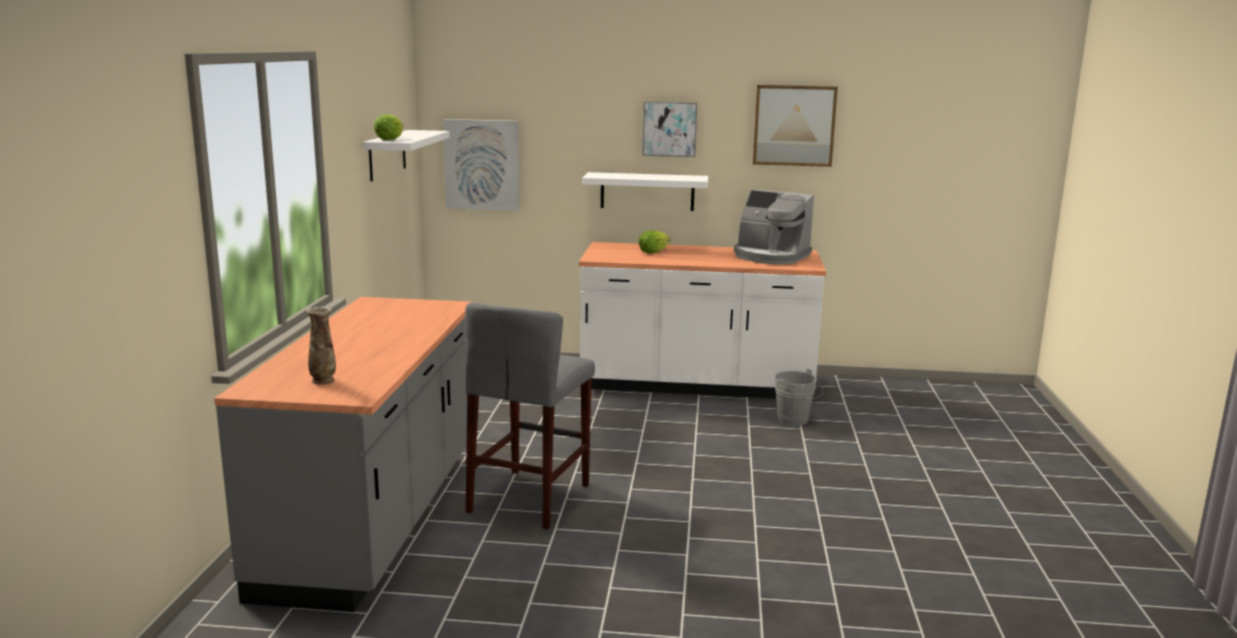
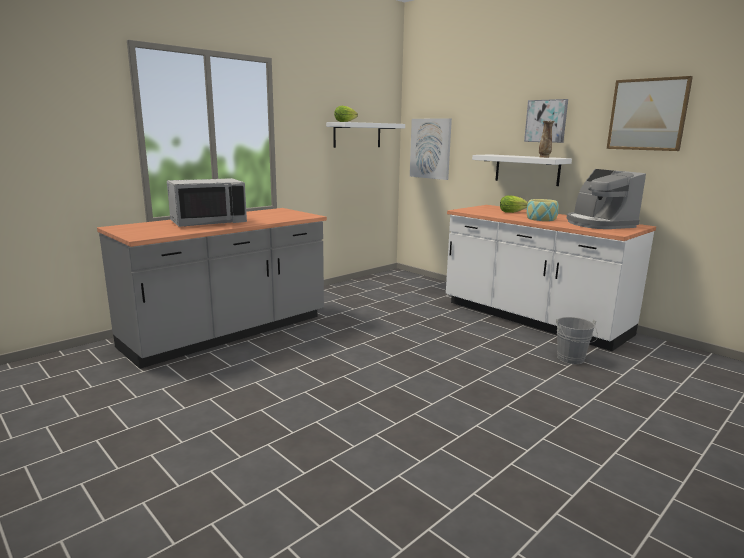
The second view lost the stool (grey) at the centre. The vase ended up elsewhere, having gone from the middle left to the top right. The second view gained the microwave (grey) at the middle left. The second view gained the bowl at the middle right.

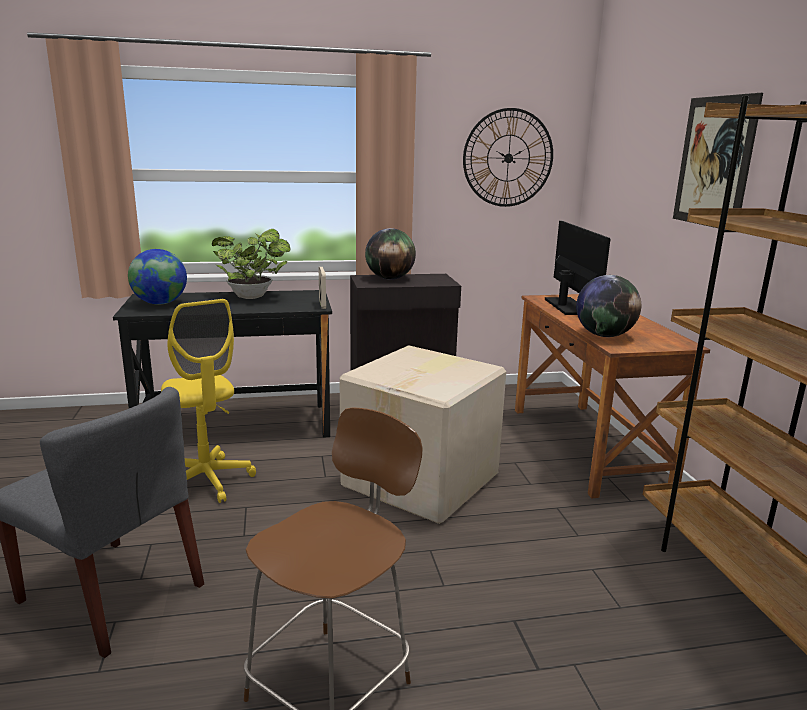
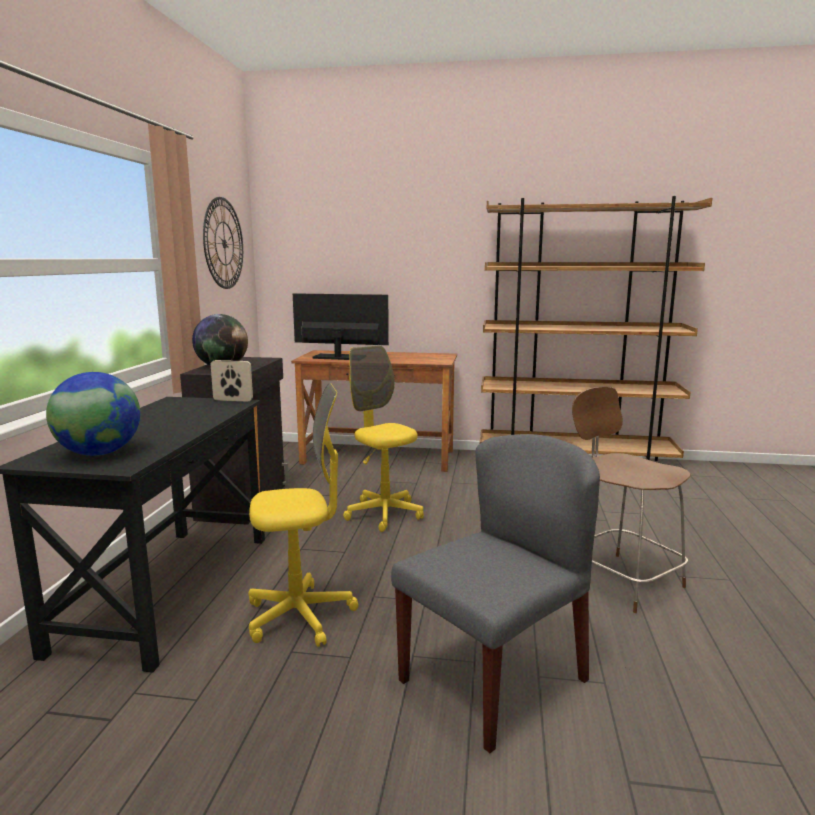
The second view lost the picture at the top right. The second view lost the potted plant at the middle left. The second view lost the globe (no. 3 from left) at the middle right. Where the cardboard box stood at the centre, the office chair (yellow) (no. 2 from left) came to stand at the centre.

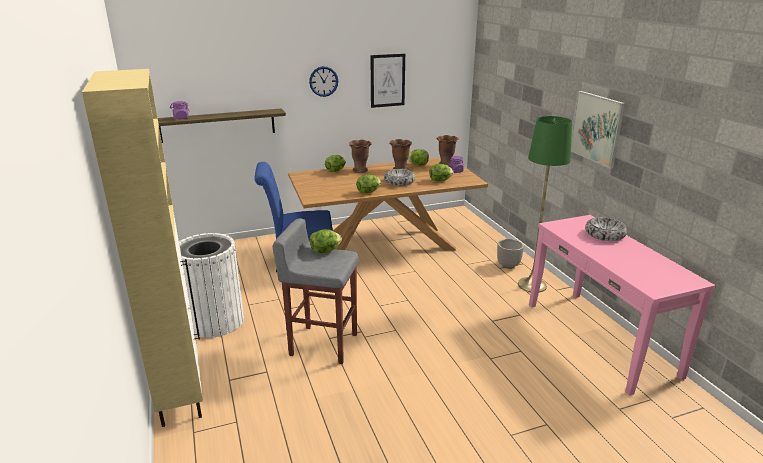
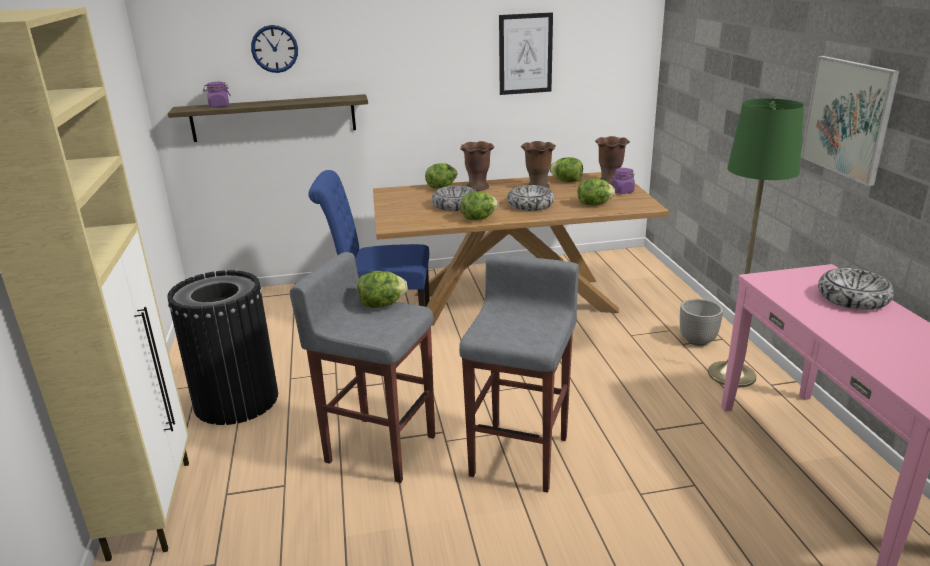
The wall clock ended up elsewhere, having gone from the top centre to the top left. What was the trash can (white) at the middle left turned into the trash can (black) at the middle left. The second view gained the bowl (no. 1 from left) at the centre. The second view gained the stool (grey) (no. 2 from left) at the centre.

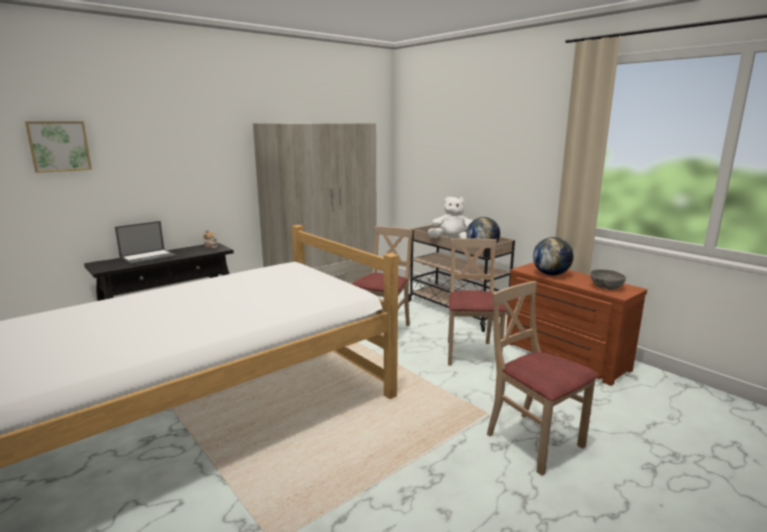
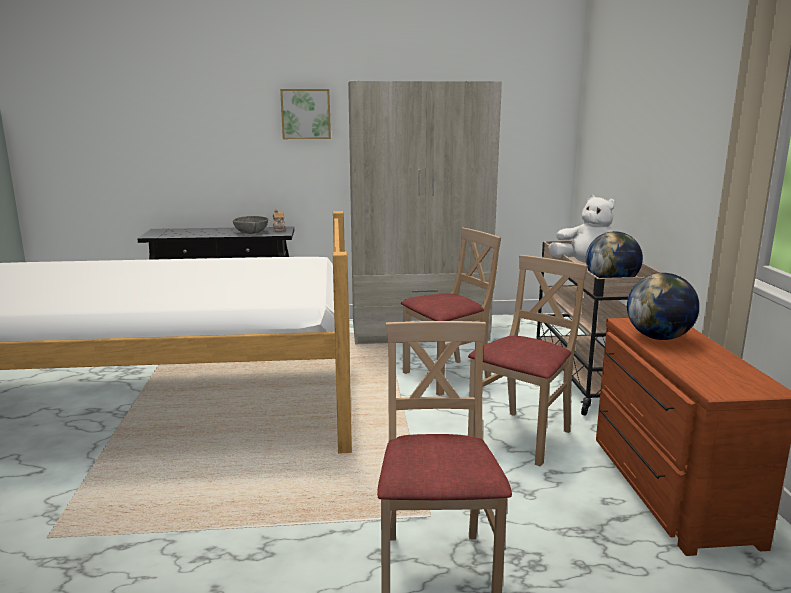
The picture ended up elsewhere, having gone from the top left to the top centre. The second view lost the laptop at the middle left. The bowl (grey) ended up elsewhere, having gone from the middle right to the middle left.

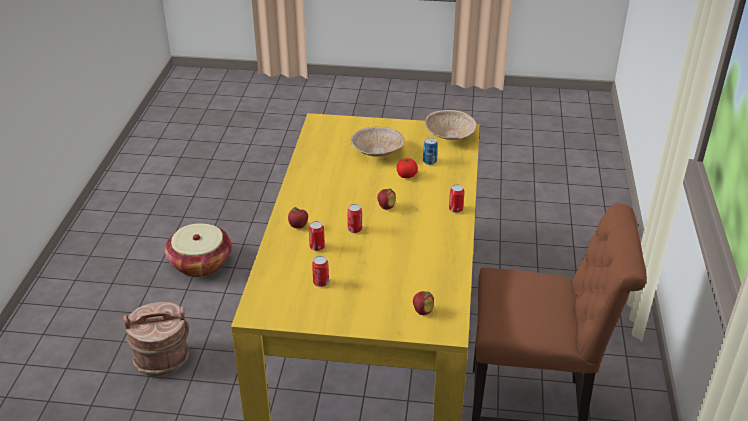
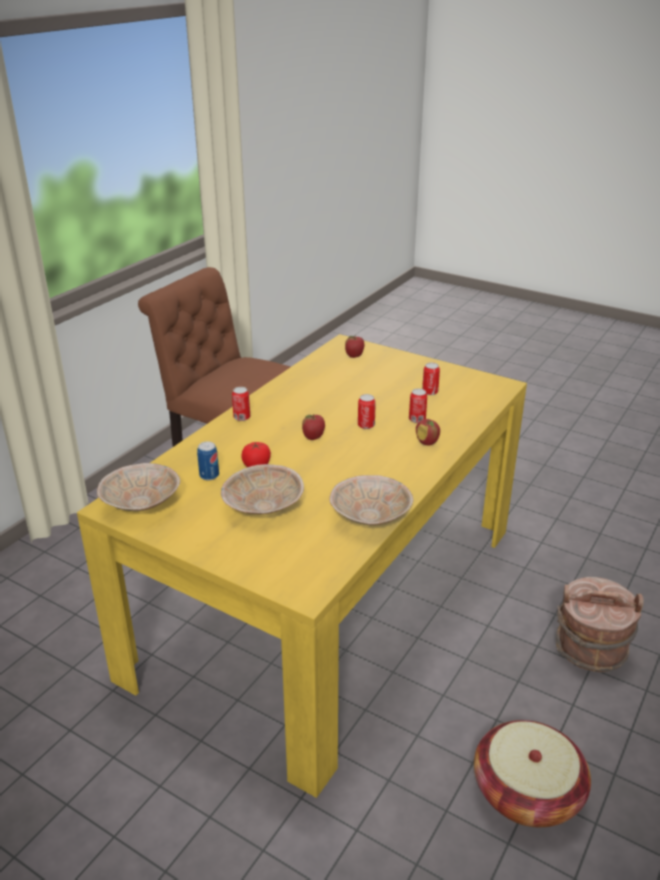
The second view gained the bowl (beige) (no. 3 from left) at the centre.

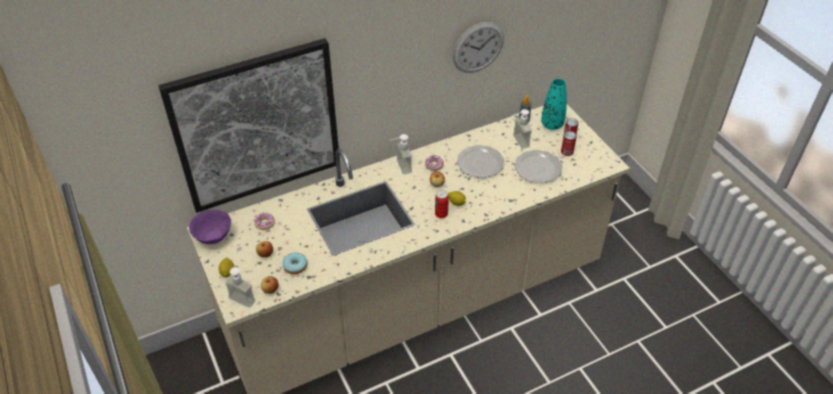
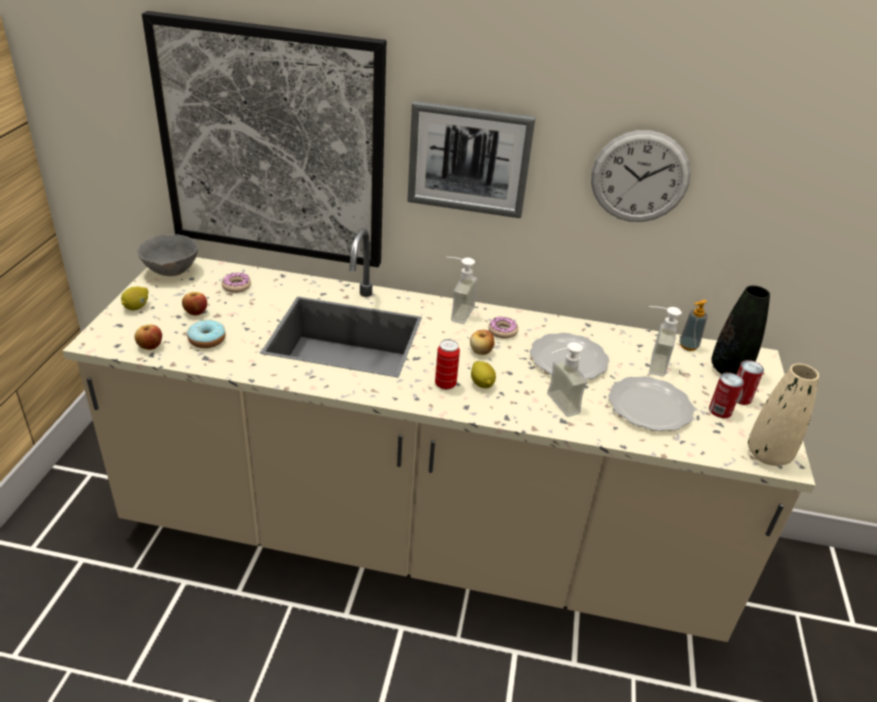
What was the vase (turquoise) at the top centre turned into the vase (black) at the middle right. What was the bowl (purple) at the middle left turned into the bowl (grey) at the middle left. The soap dispenser (no. 1 from left in the first image) ended up elsewhere, having gone from the bottom left to the centre. The second view gained the picture (no. 2 from left) at the top centre. The second view gained the vase (beige) at the middle right.

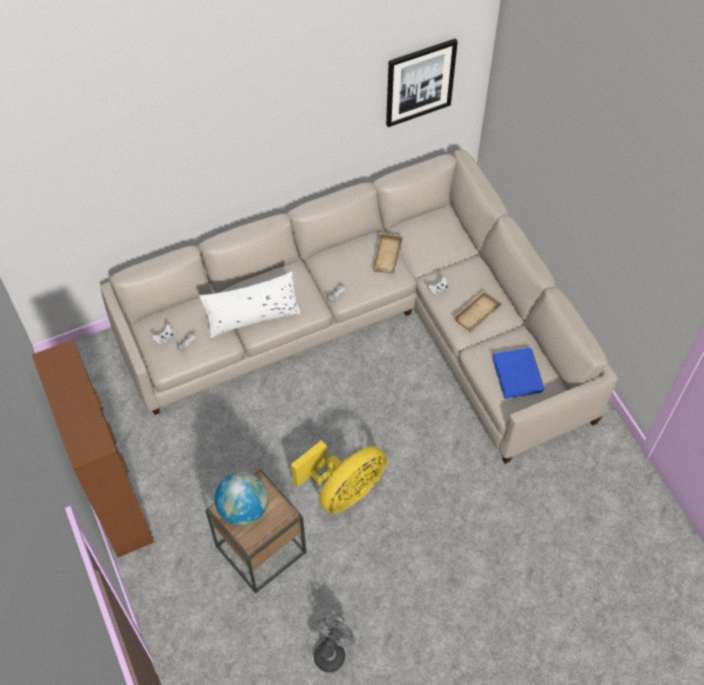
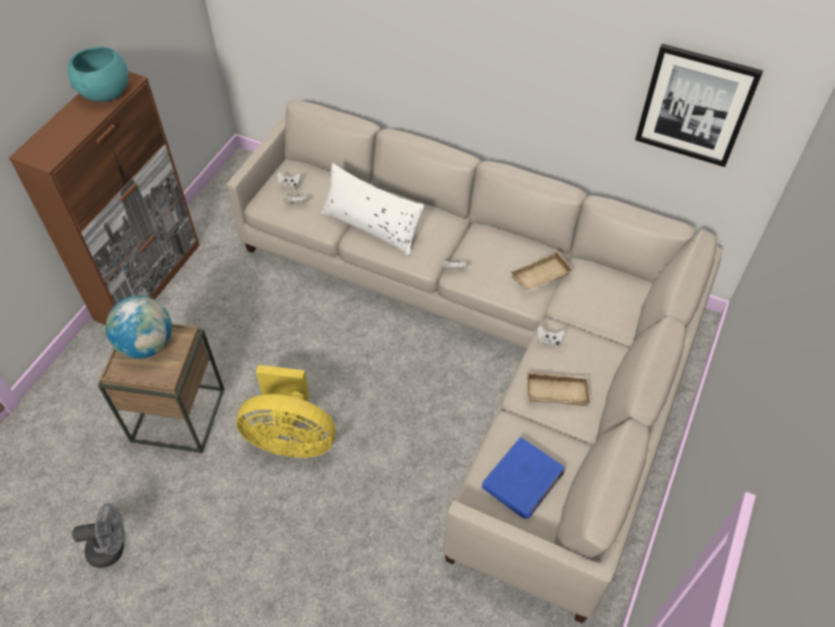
The second view gained the bowl (turquoise) at the top left.

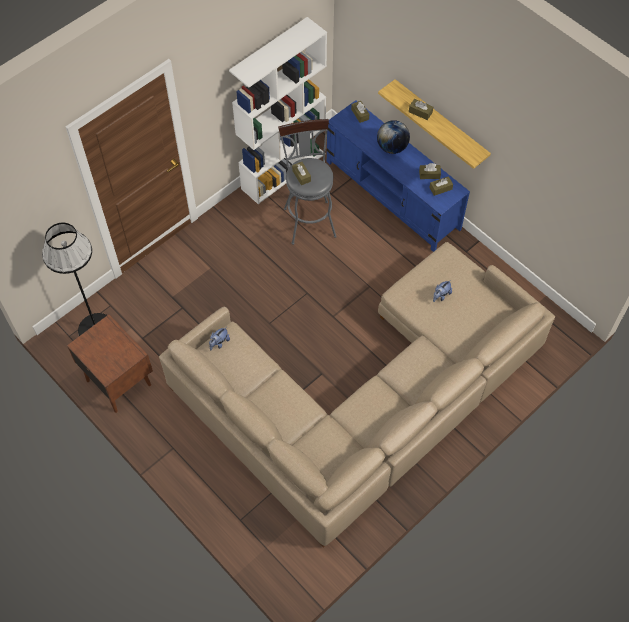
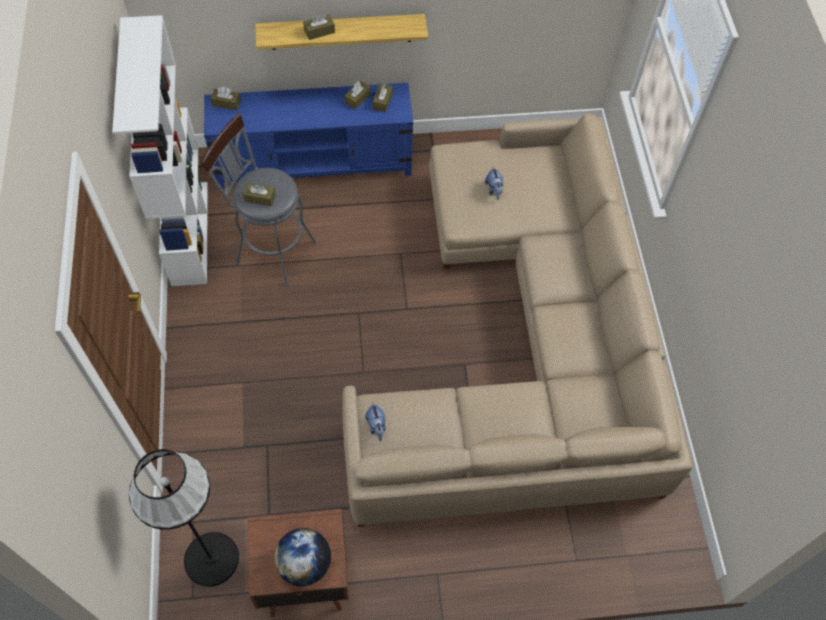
The globe ended up elsewhere, having gone from the top centre to the bottom centre.

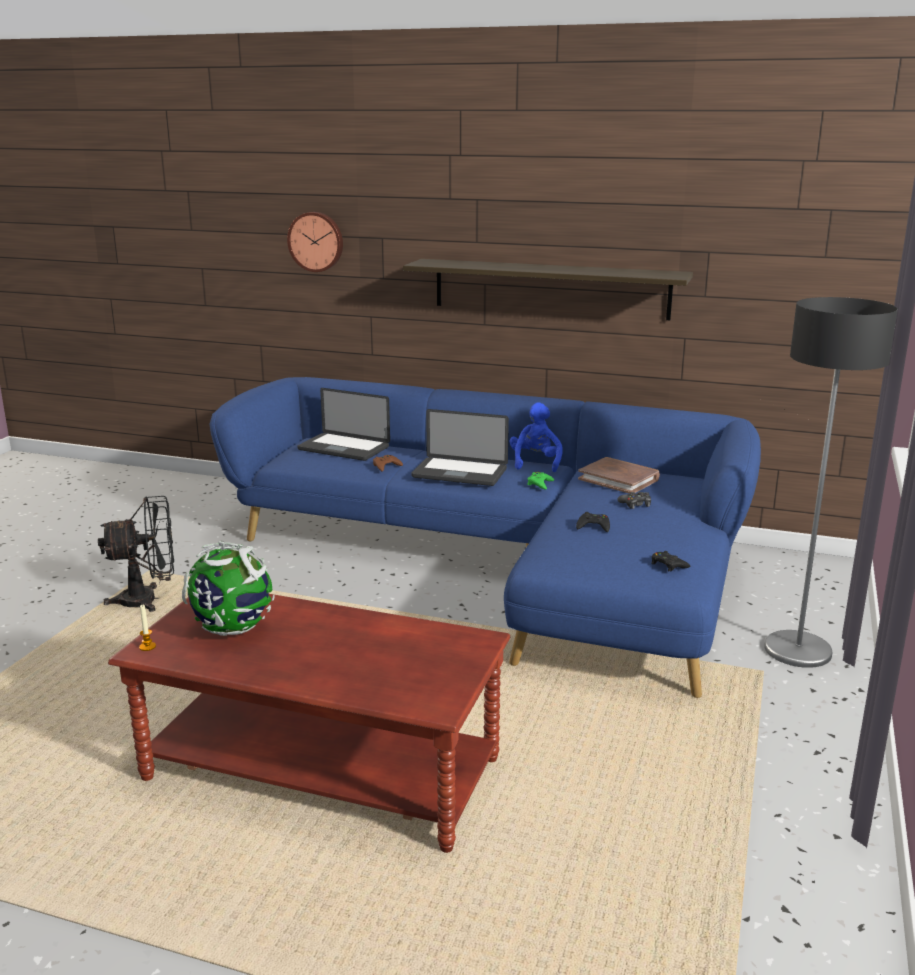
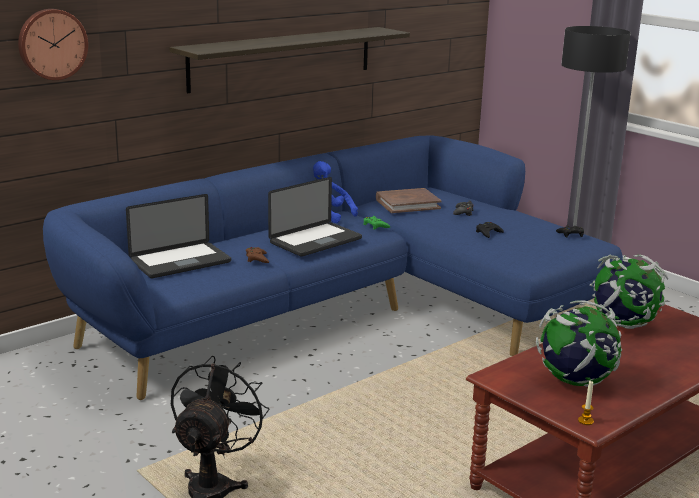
The second view gained the globe (no. 2 from left) at the middle right.

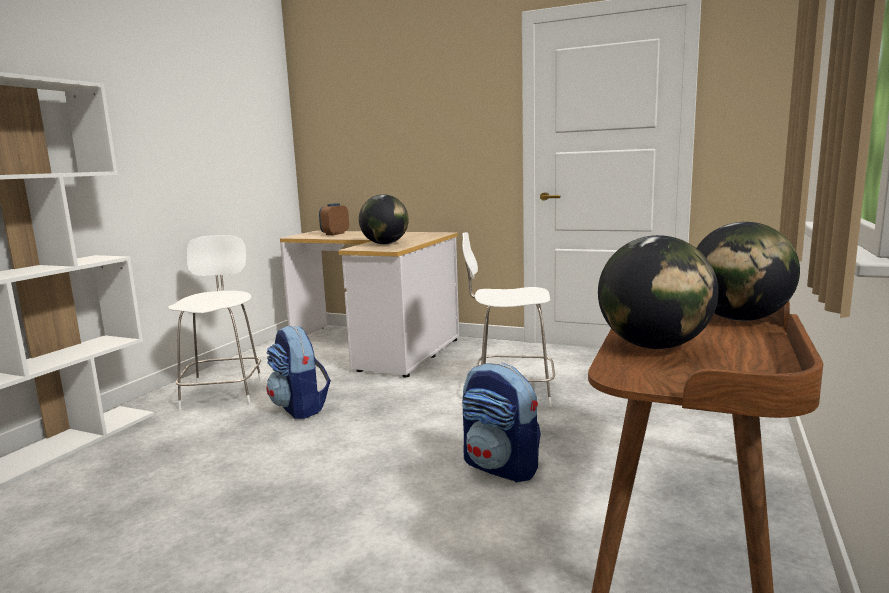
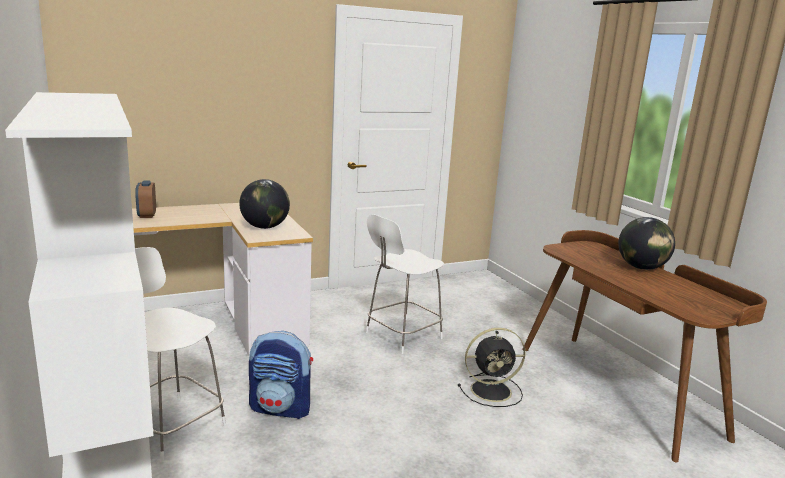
The second view lost the globe (no. 2 from left) at the middle right. Where the backpack (no. 2 from left) stood at the bottom centre, the fan (black) came to stand at the bottom centre.

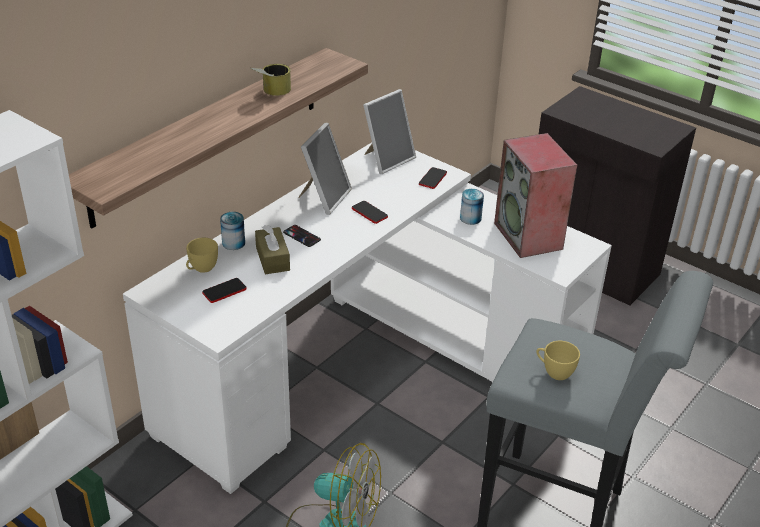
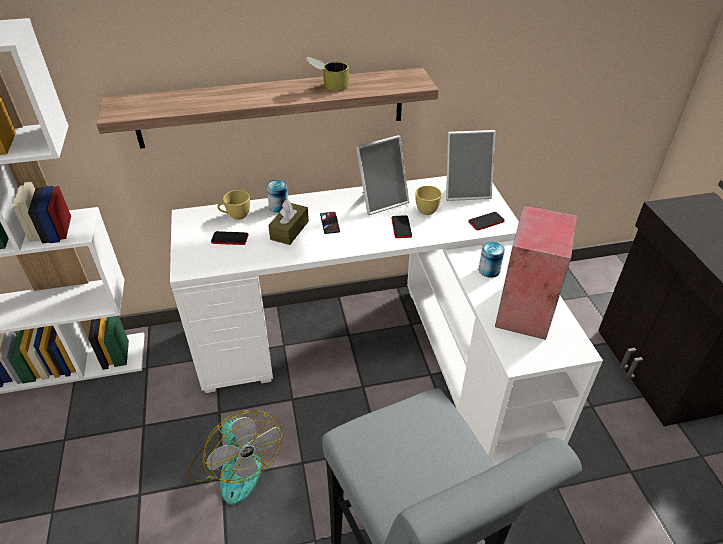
The cup (yellow) (no. 2 from left) ended up elsewhere, having gone from the bottom right to the centre.

